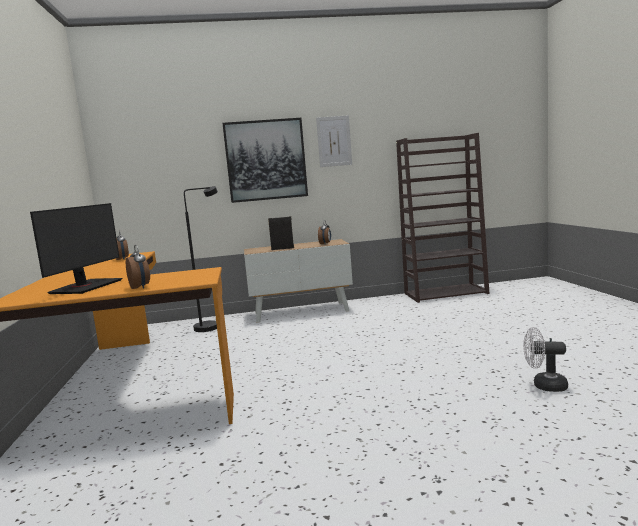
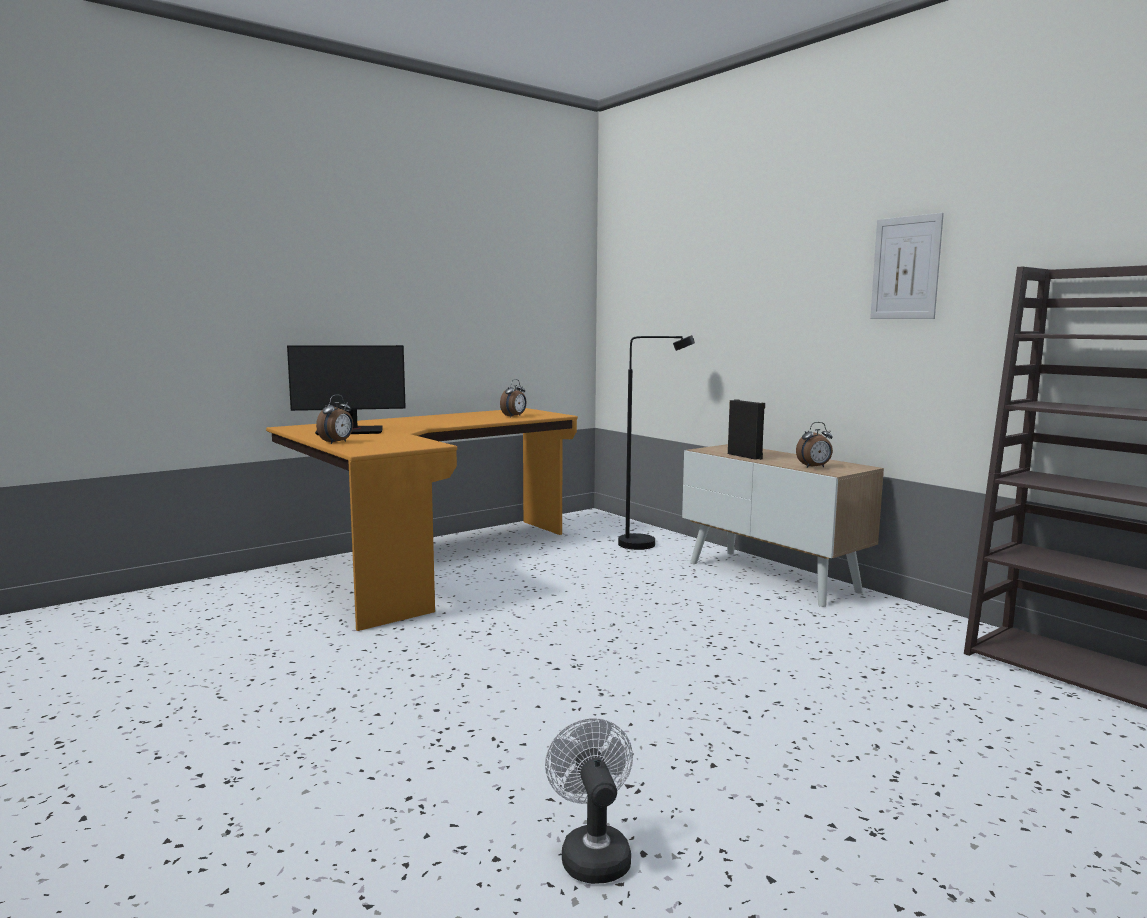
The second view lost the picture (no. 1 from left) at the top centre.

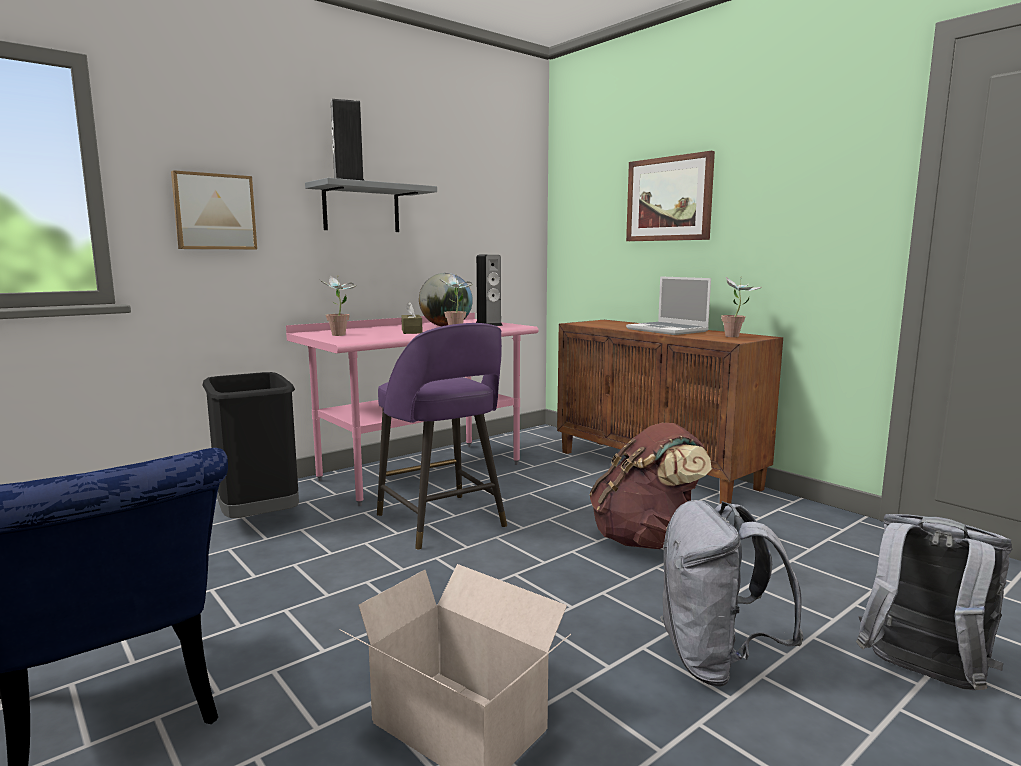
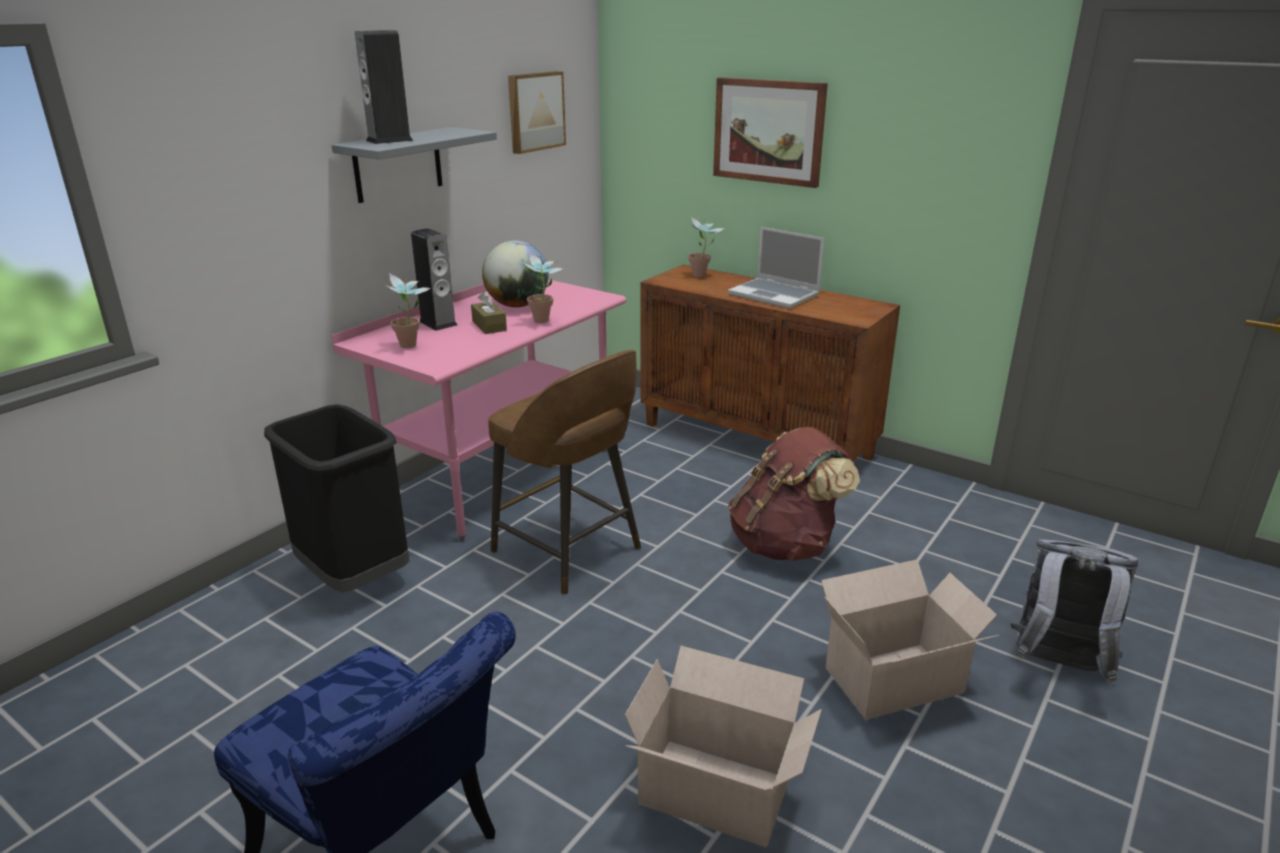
The picture (no. 1 from left) ended up elsewhere, having gone from the top left to the top centre. The speaker (no. 2 from left) ended up elsewhere, having gone from the centre to the top centre. The potted plant (no. 3 from left) ended up elsewhere, having gone from the middle right to the top centre. What was the stool (purple) at the centre turned into the stool (brown) at the centre. Where the backpack (grey) (no. 1 from left) stood at the bottom right, the cardboard box (no. 2 from left) came to stand at the bottom right.

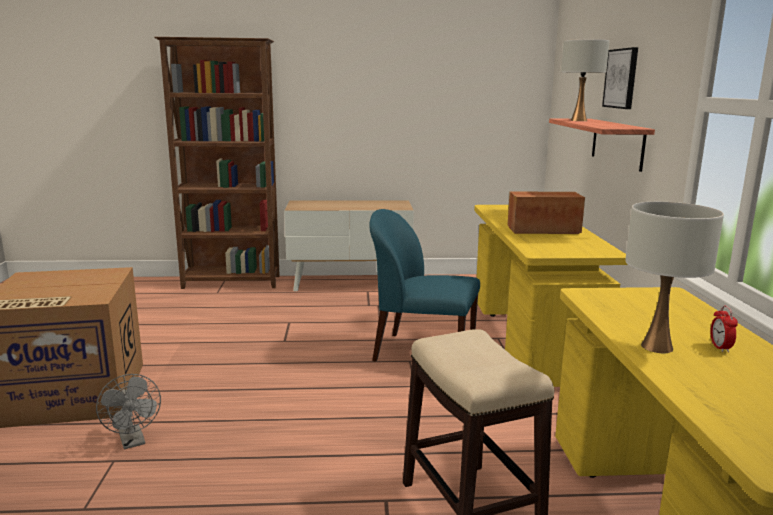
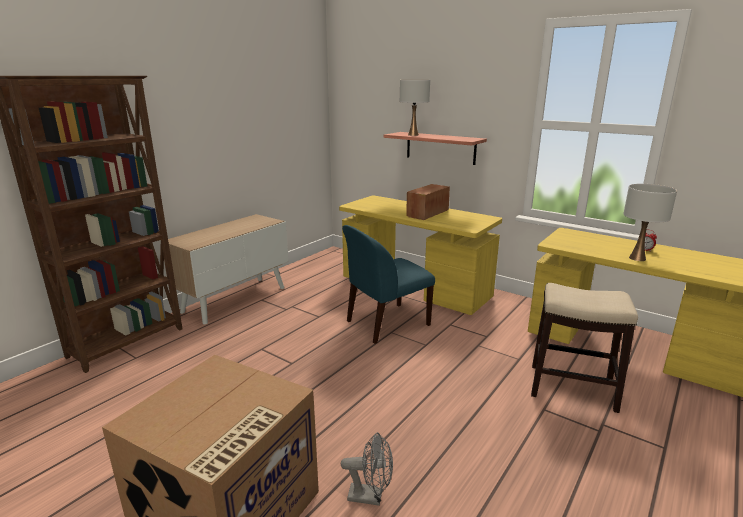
The second view lost the picture at the top right.

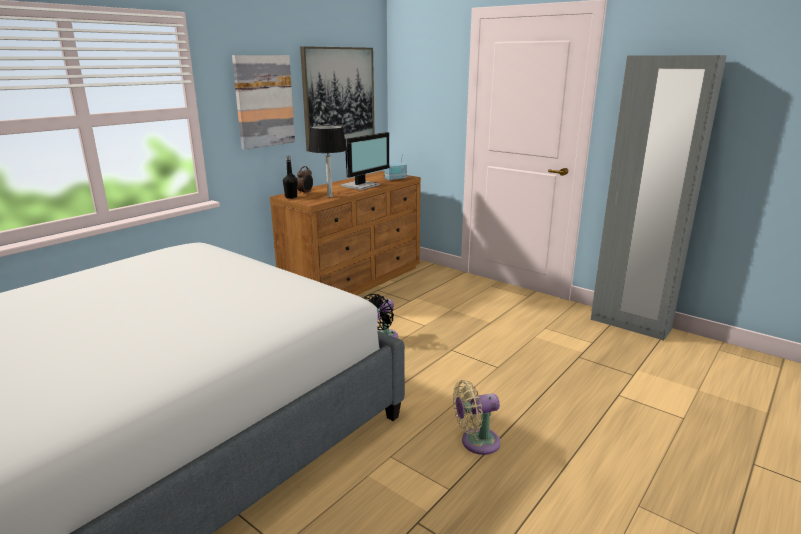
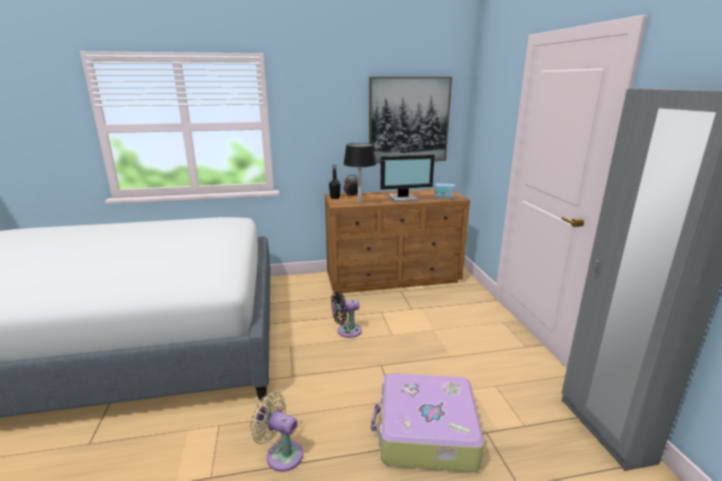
The second view lost the picture (no. 1 from left) at the top left. The second view gained the suitcase at the bottom centre.

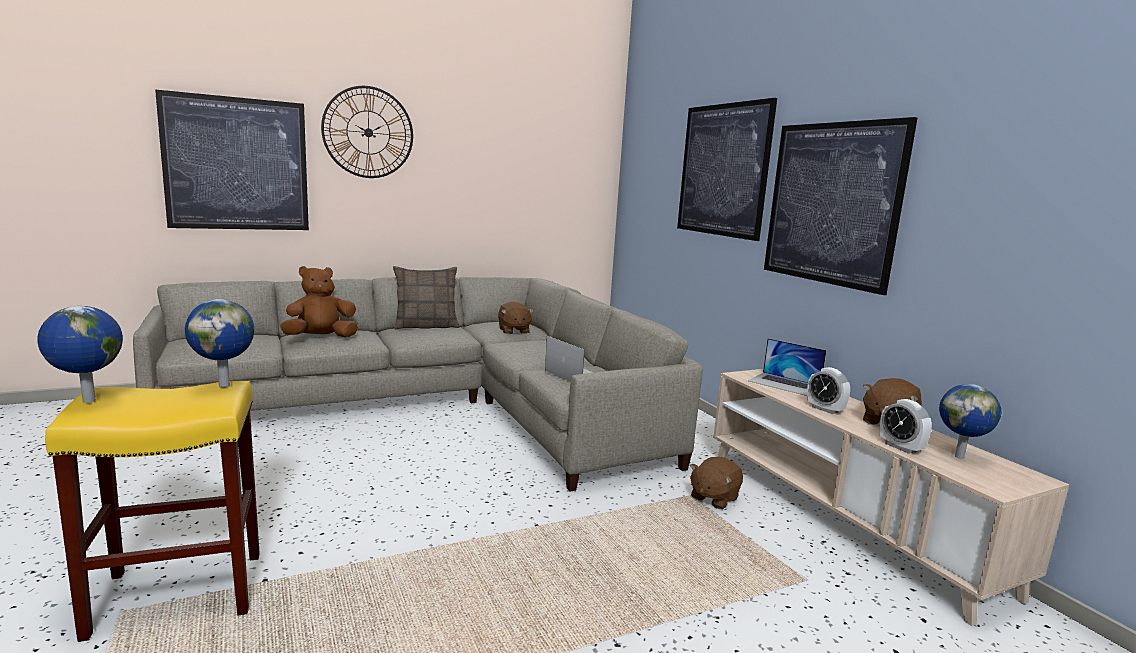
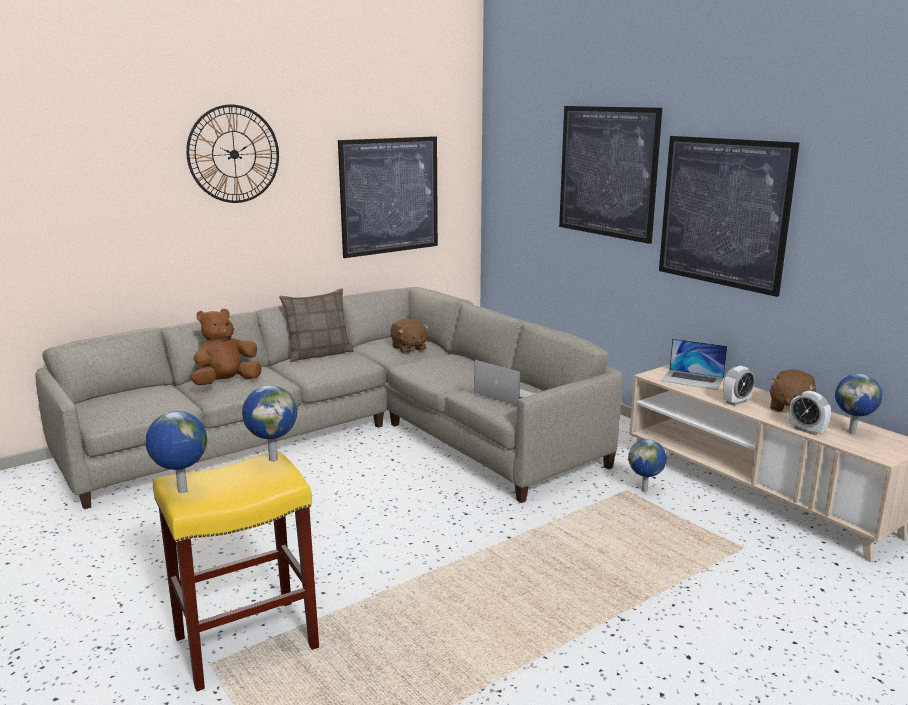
The picture (no. 1 from left) ended up elsewhere, having gone from the top left to the top centre. The alarm clock (no. 1 from left) at the middle right ended up facing another way, 75 degrees counterclockwise from before. Where the plush toy (brown) (no. 3 from left) stood at the bottom centre, the globe (no. 3 from left) came to stand at the middle right.

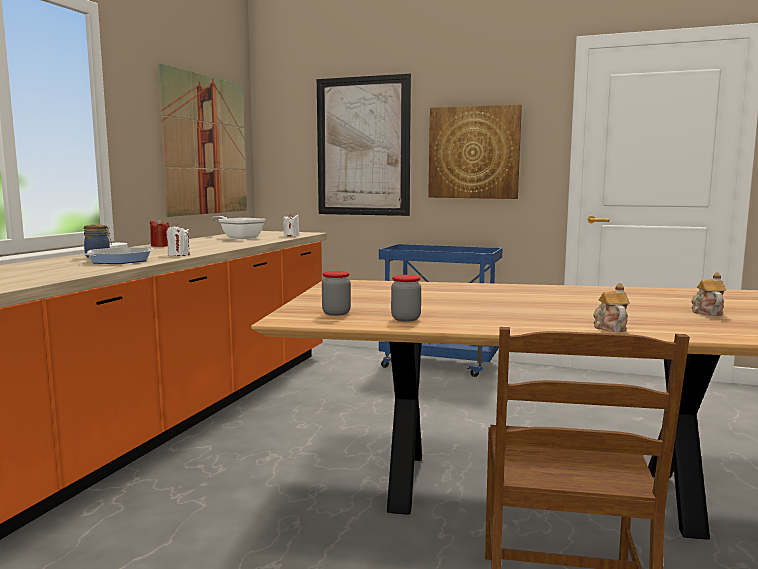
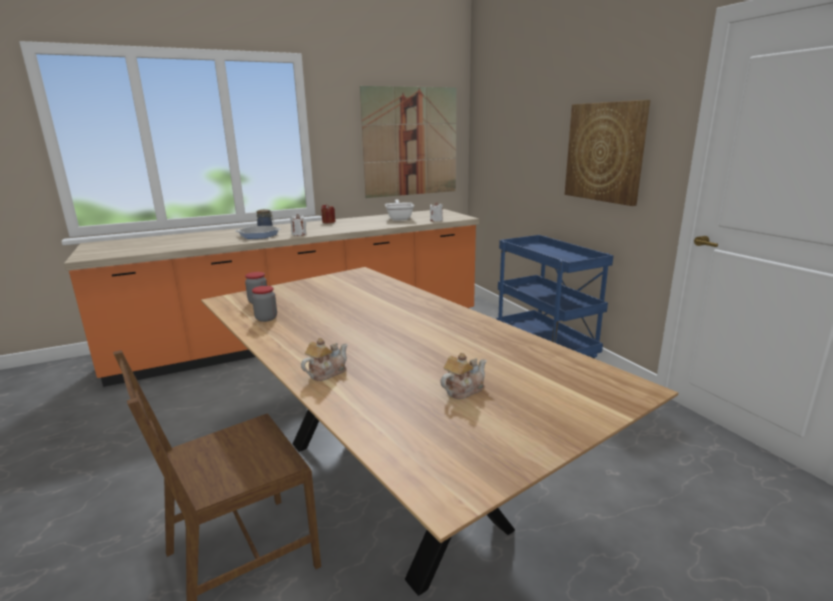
The second view lost the picture (no. 2 from left) at the top centre.

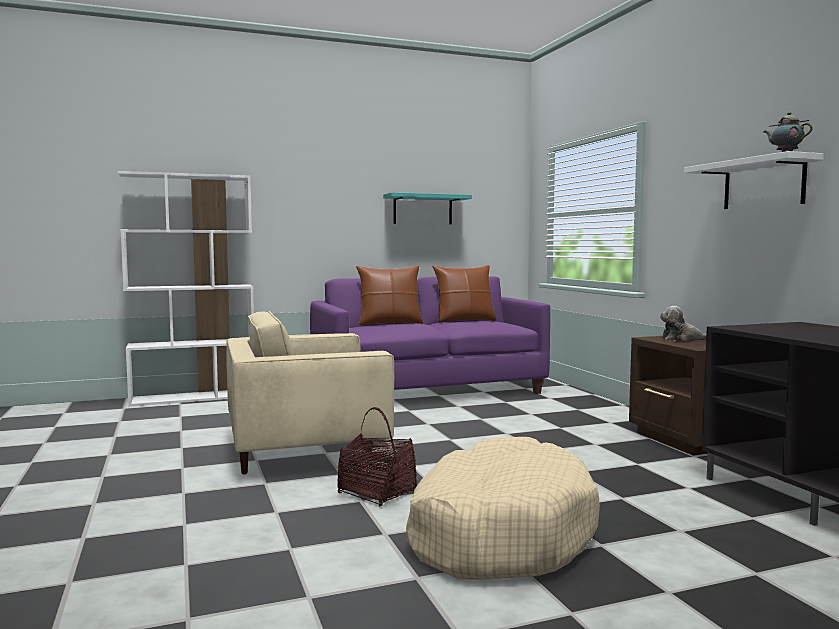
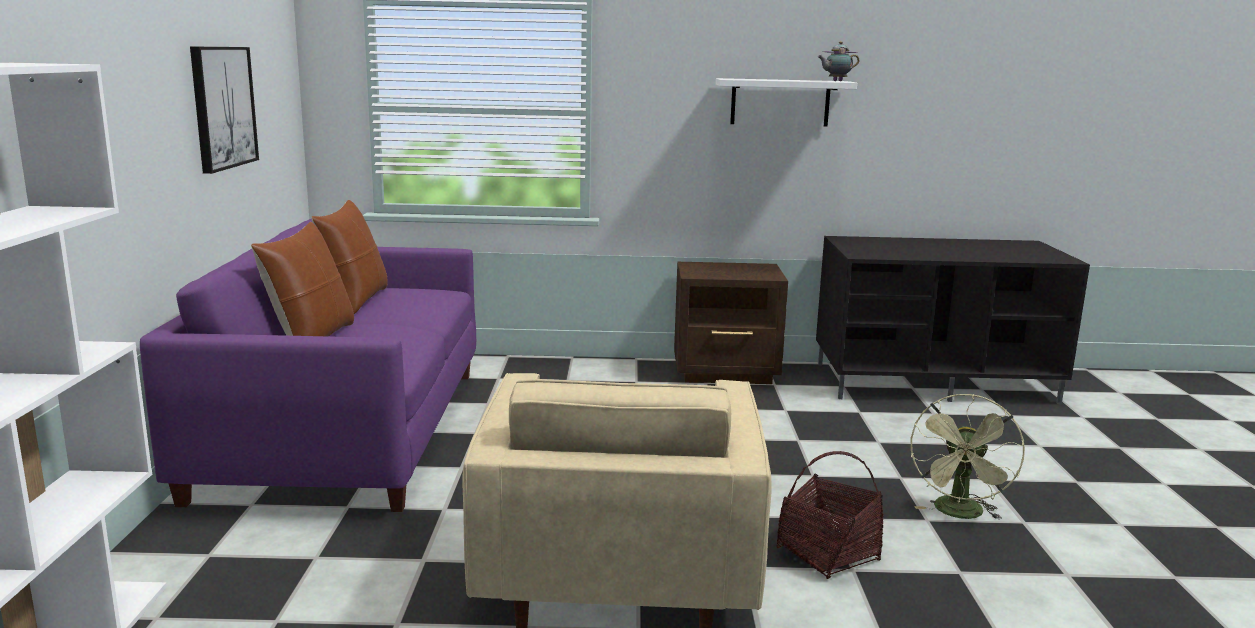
Where the shelf (turquoise) hung at the top centre, the picture came to hang at the top left. The second view lost the plush toy at the middle right. Where the dog bed (beige) stood at the bottom centre, the fan (green) came to stand at the bottom right.

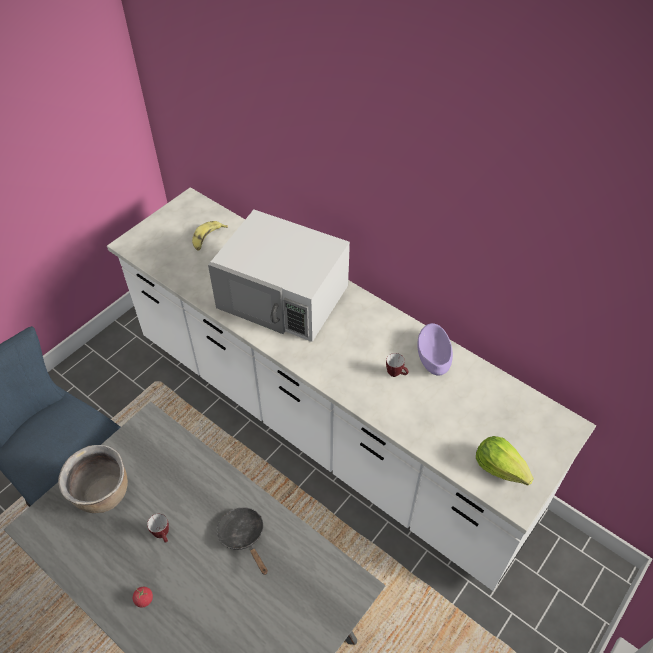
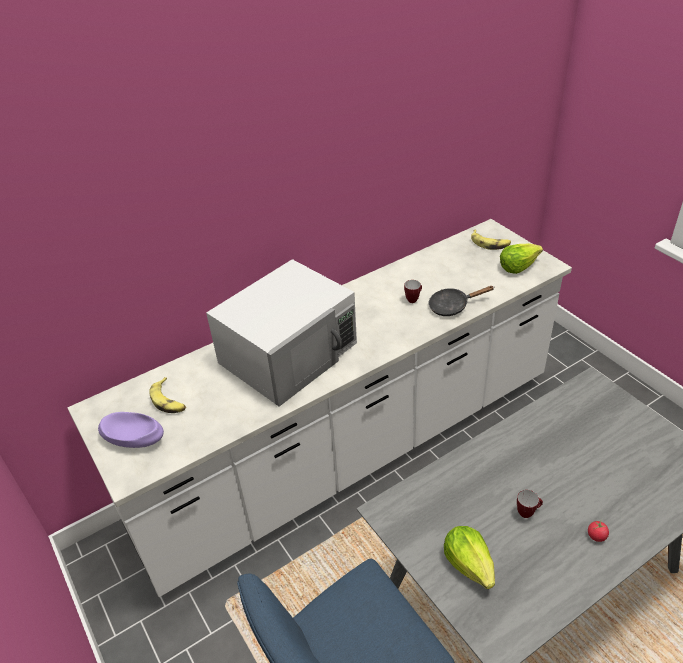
The bowl (purple) ended up elsewhere, having gone from the centre to the middle left. Where the cooking pot (brown) stood at the bottom left, the lettuce (no. 1 from left) came to stand at the bottom right. The frying pan (black) ended up elsewhere, having gone from the bottom centre to the middle right. The second view gained the banana (no. 2 from left) at the middle right.

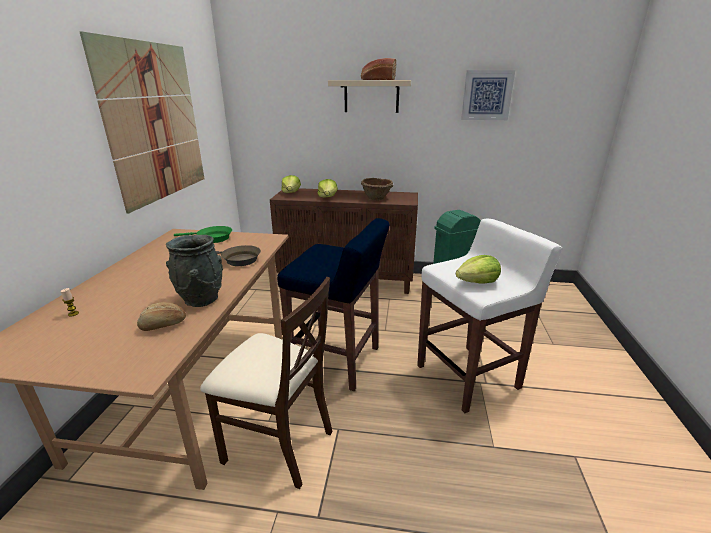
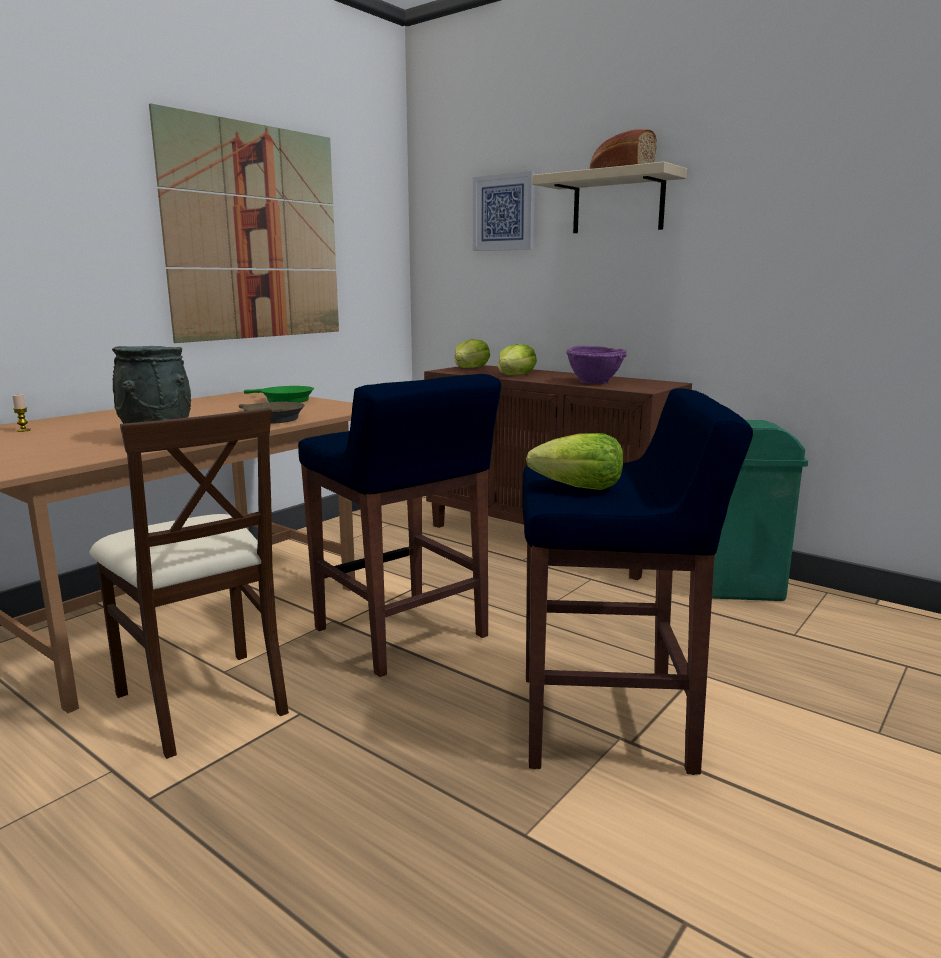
The picture (no. 2 from left) ended up elsewhere, having gone from the top right to the top centre. What was the bowl (brown) at the centre turned into the bowl (purple) at the centre. What was the stool (white) at the middle right turned into the stool (blue) (no. 2 from left) at the middle right. The second view lost the bread (no. 1 from left) at the middle left.

